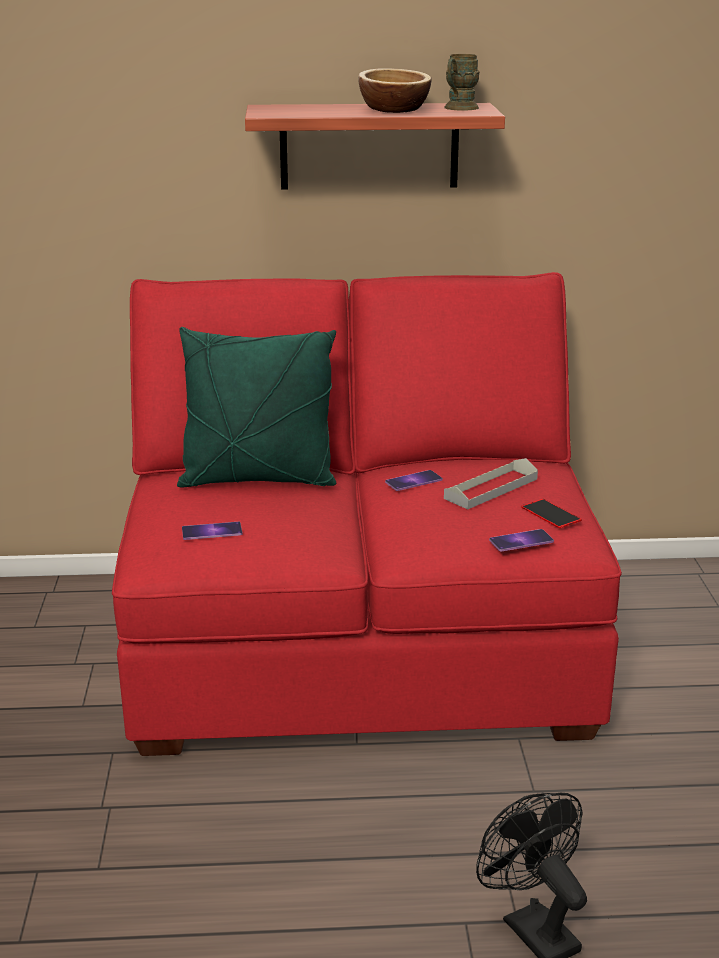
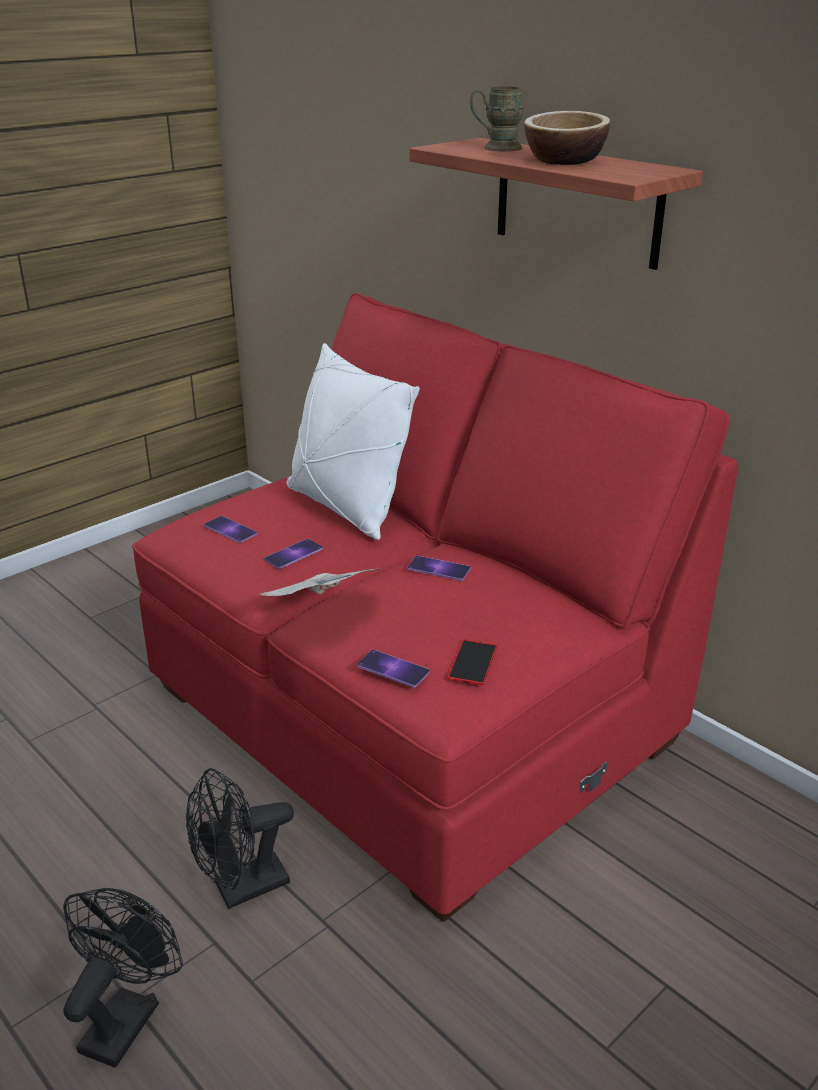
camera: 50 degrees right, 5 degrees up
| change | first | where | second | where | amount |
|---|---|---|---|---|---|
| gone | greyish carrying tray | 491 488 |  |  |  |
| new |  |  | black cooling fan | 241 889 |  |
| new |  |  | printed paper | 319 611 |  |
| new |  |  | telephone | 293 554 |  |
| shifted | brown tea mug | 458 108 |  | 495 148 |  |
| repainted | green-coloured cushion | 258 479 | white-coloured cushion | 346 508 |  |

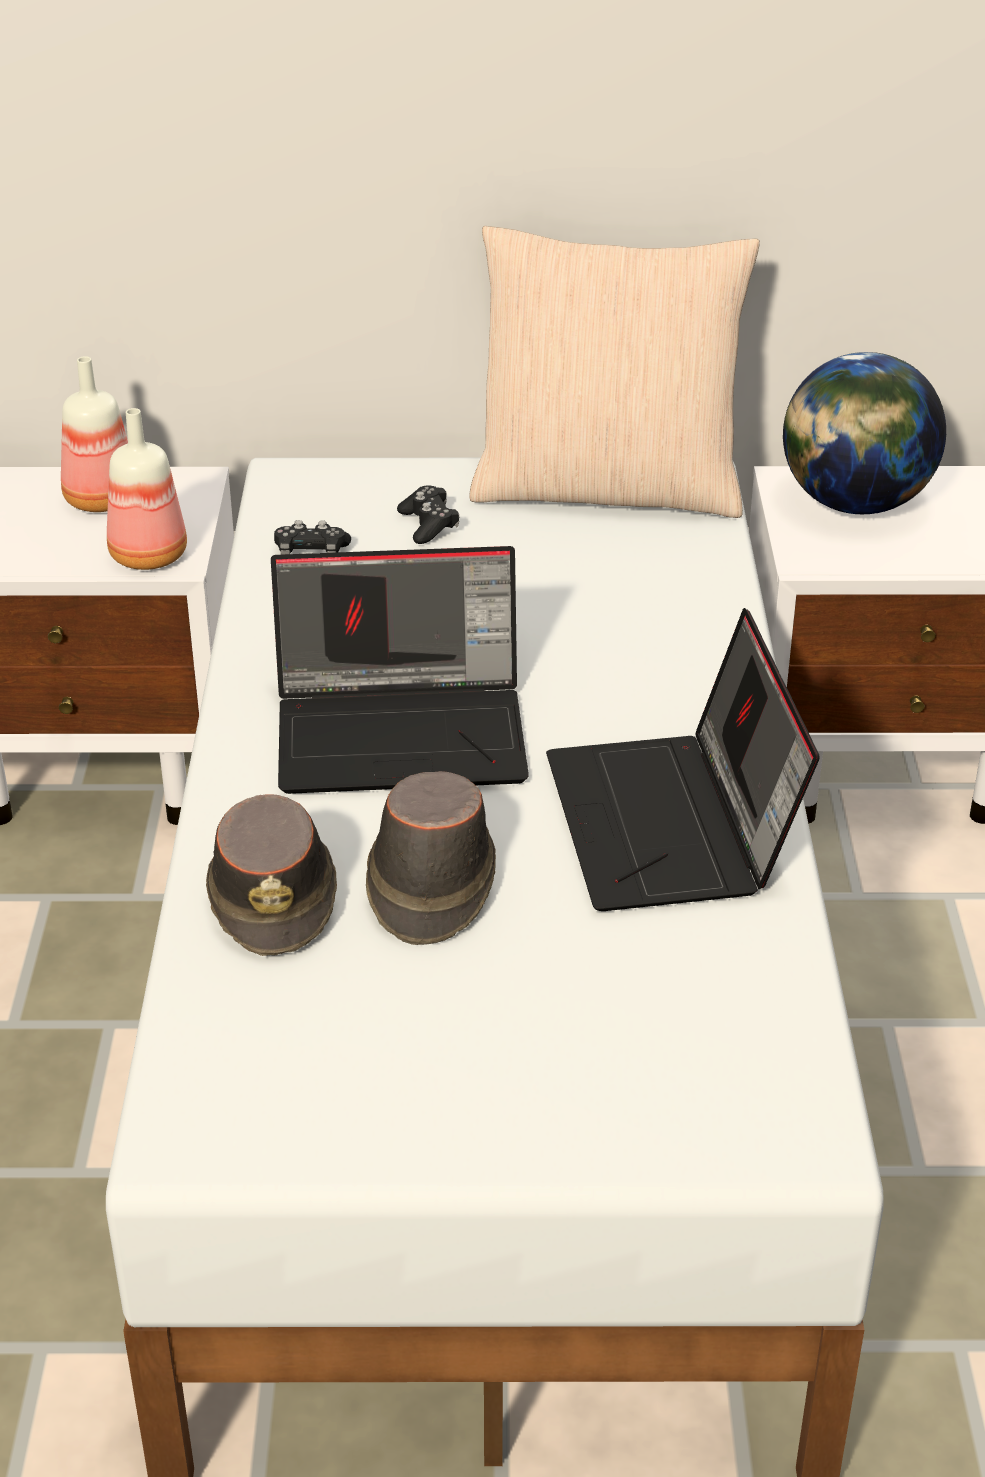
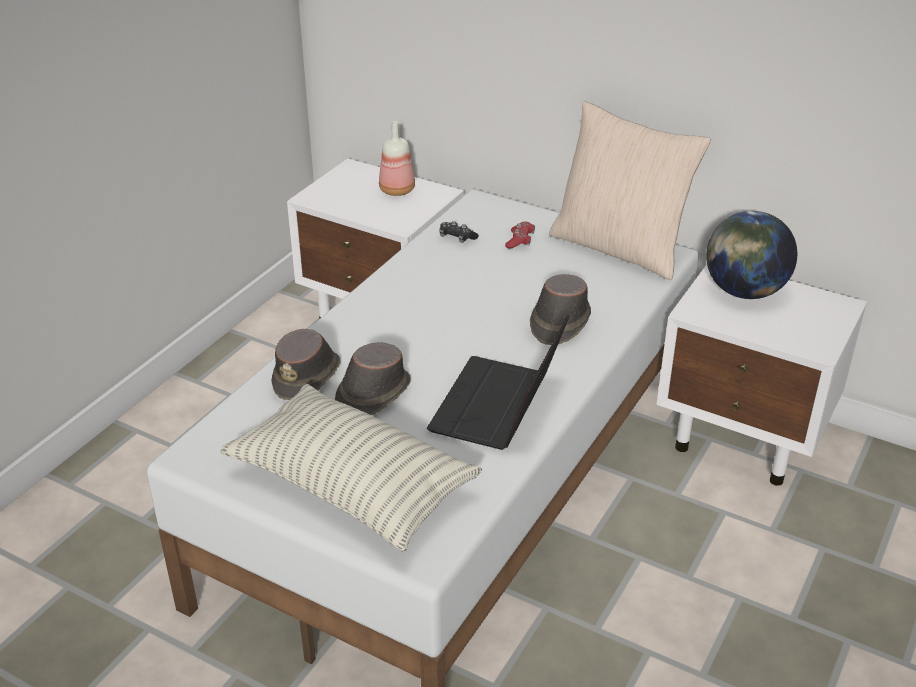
camera: 30 degrees right, 0 degrees up
| change | first | where | second | where | amount |
|---|---|---|---|---|---|
| gone | bottle | 147 558 |  |  |  |
| gone | notebook computer | 404 731 |  |  |  |
| new |  |  | cushion | 352 486 |  |
| new |  |  | brown hat | 559 323 |  |
| repainted | black gamepad | 429 525 | reddish gamepad | 520 241 |  |

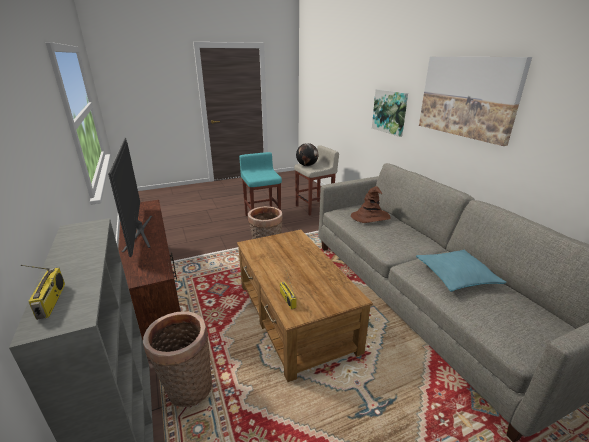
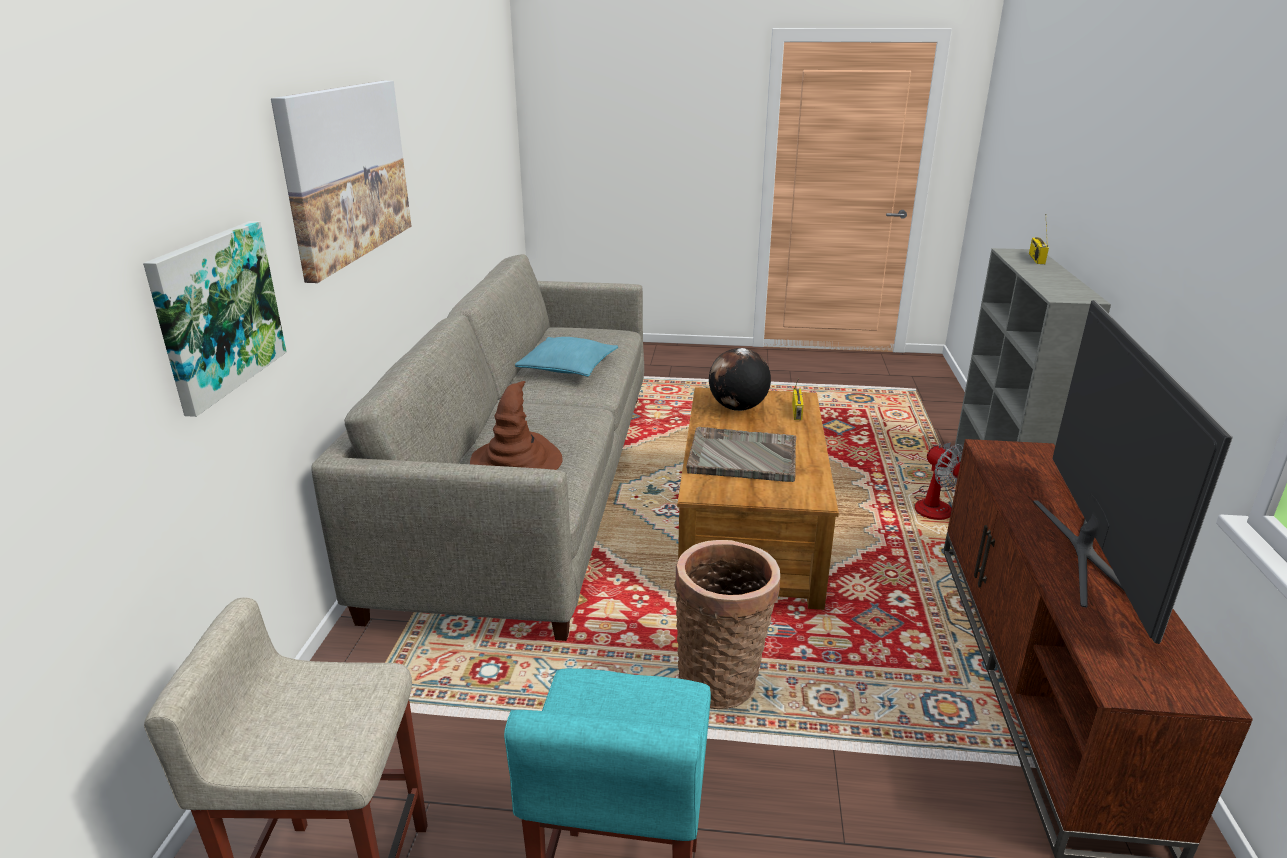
camera: 150 degrees left, 0 degrees up
| change | first | where | second | where | amount |
|---|---|---|---|---|---|
| new |  |  | greyish carrying tray | 741 456 |  |
| shifted | globe | 307 165 |  | 737 408 |  |
| swapped | household basket | 187 389 | cooling fan | 935 504 |  |

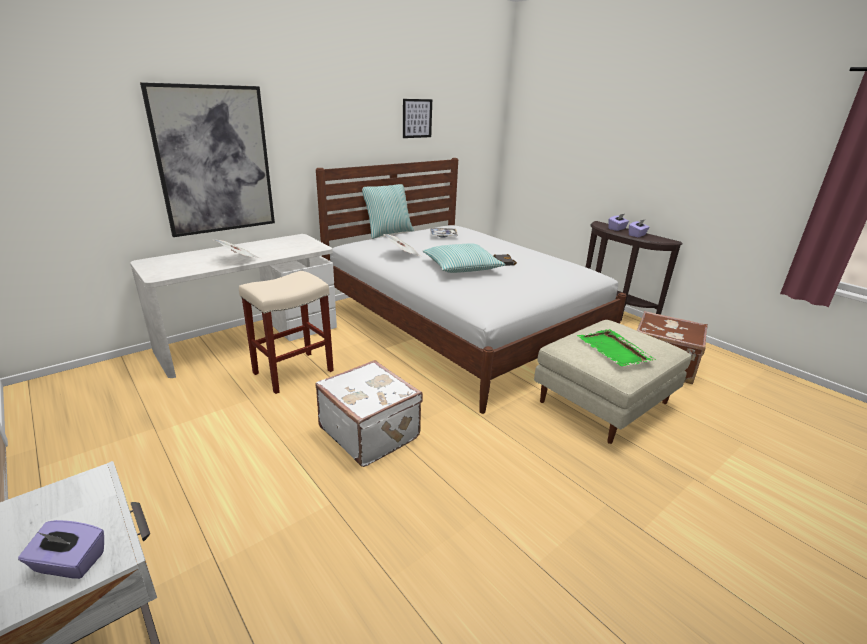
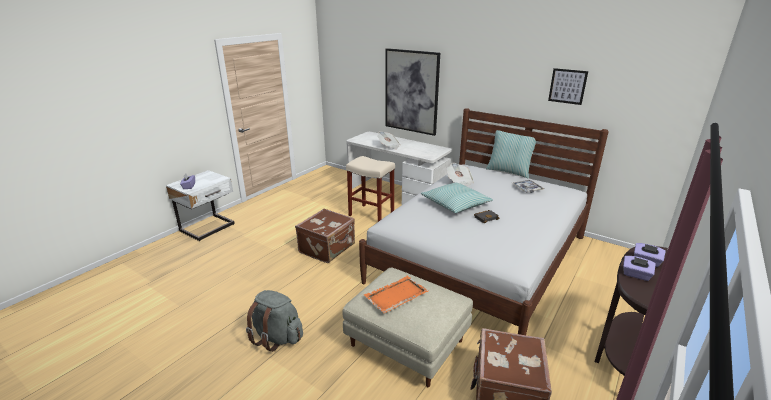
camera: 75 degrees right, 0 degrees up
| change | first | where | second | where | amount |
|---|---|---|---|---|---|
| new |  |  | greyish rucksack | 277 337 |  |
| repainted | white-coloured travel case | 370 432 | brown travel case | 328 248 |  |
| repainted | green-coloured carrying tray | 614 350 | orange-coloured carrying tray | 395 295 |  |

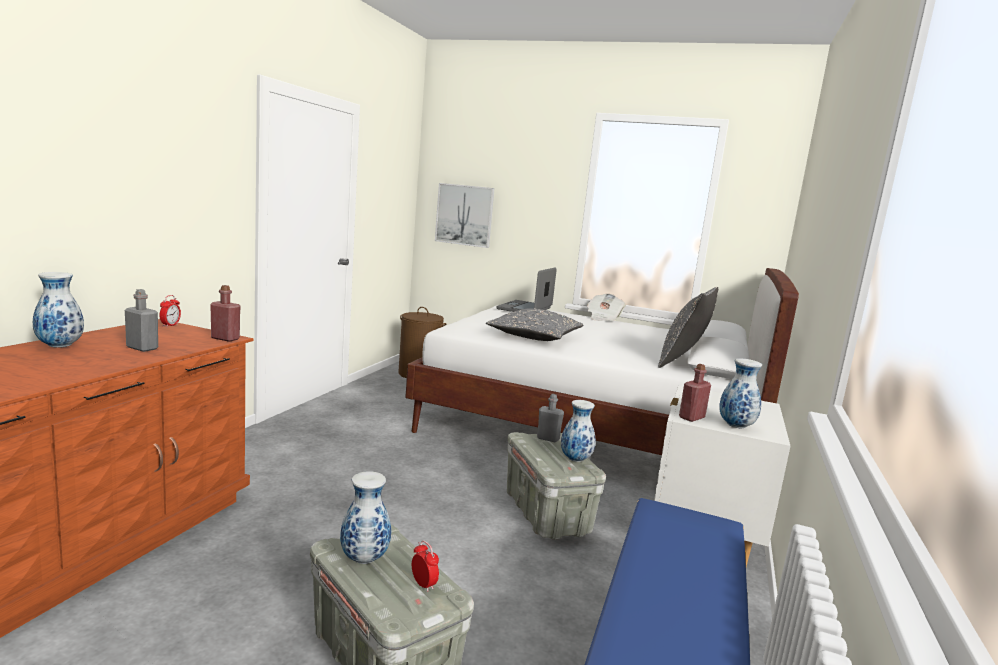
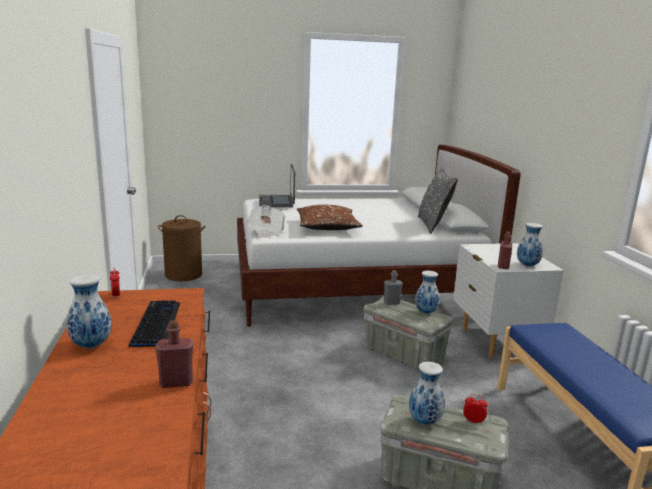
camera: 30 degrees left, 5 degrees up
| change | first | where | second | where | amount |
|---|---|---|---|---|---|
| gone | wall art | 464 215 |  |  |  |
| shifted | reddish bottle | 225 338 |  | 176 382 |  |
| shifted | printed paper | 603 318 |  | 266 232 |  |
| swapped | greyish bottle | 142 348 | computer keyboard | 156 324 |  |
| repainted | greyish cushion | 535 337 | brown cushion | 327 227 |  |

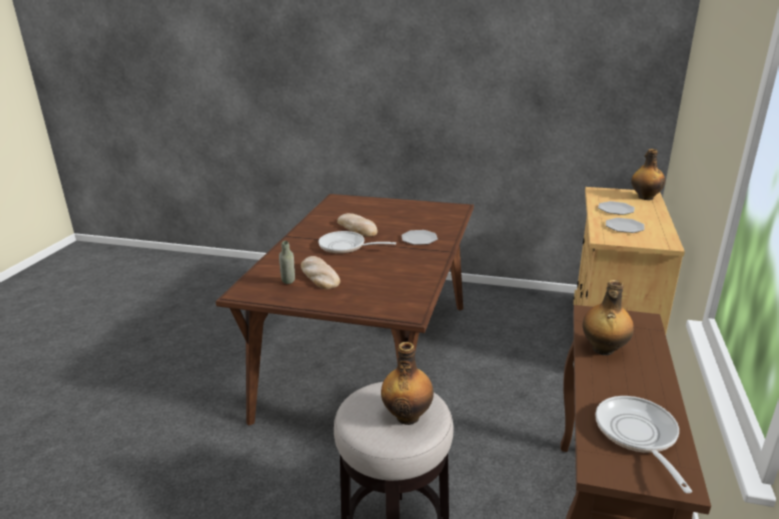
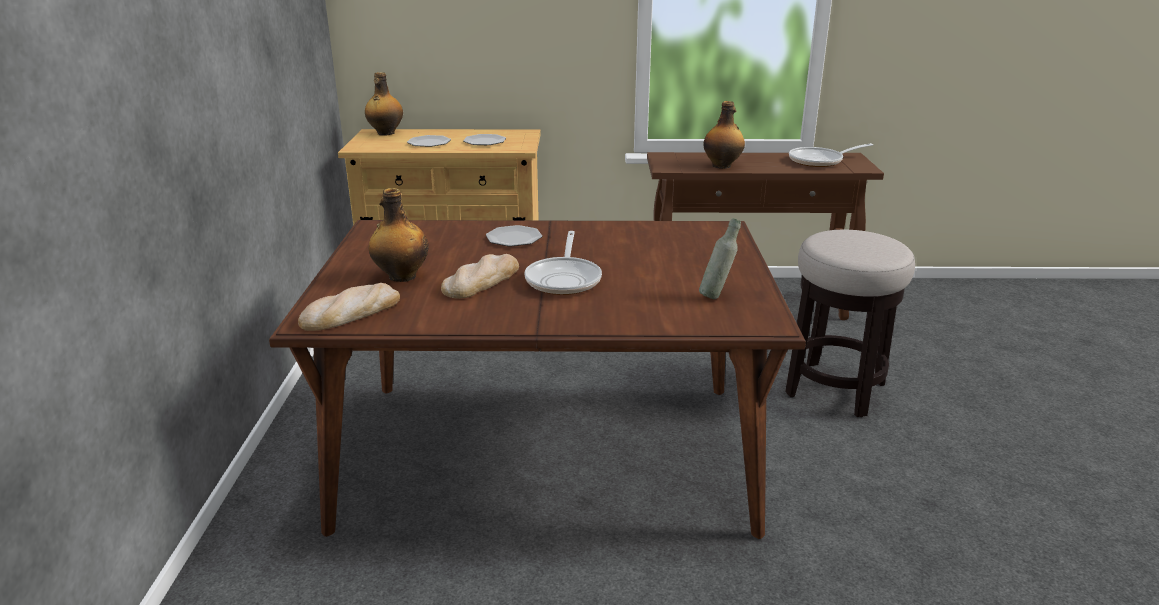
camera: 105 degrees left, 0 degrees up
| change | first | where | second | where | amount |
|---|---|---|---|---|---|
| shifted | bread | 319 276 |  | 351 313 |  |
| shifted | bottle | 407 416 |  | 401 277 |  |

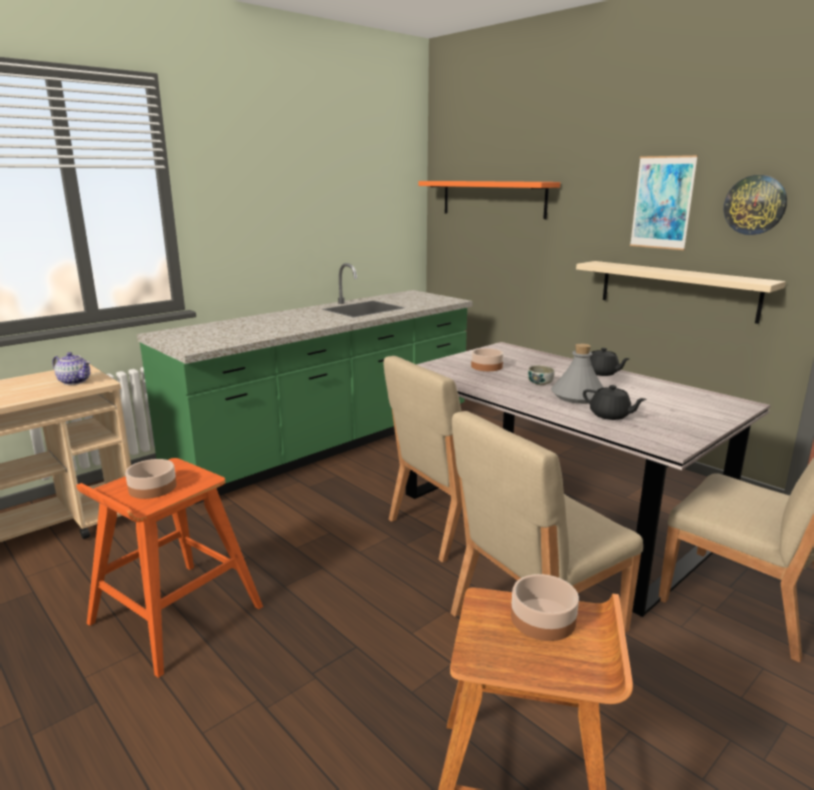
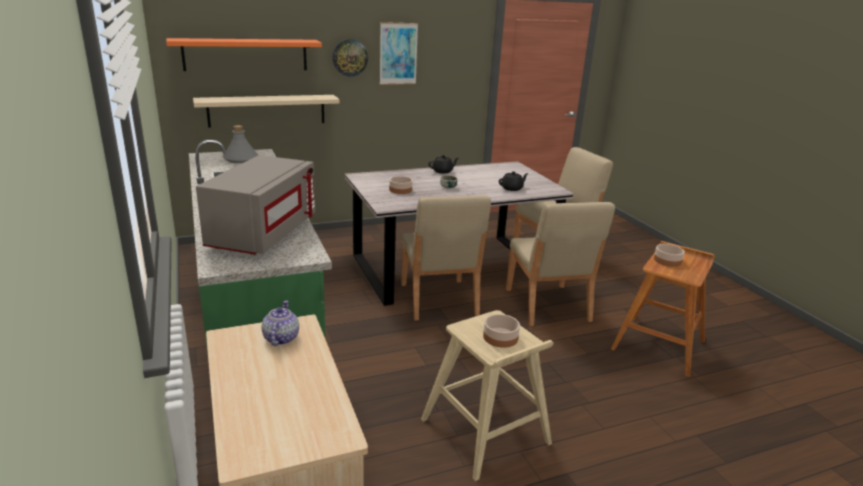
camera: 70 degrees left, 5 degrees up
| change | first | where | second | where | amount |
|---|---|---|---|---|---|
| new |  |  | greyish kitchen microwave | 262 233 |  |
| shifted | greyish bottle | 577 396 |  | 240 159 |  |
| shifted | sand-coloured bracket shelf | 677 290 |  | 267 110 |  |
| shifted | clock on the wall | 755 205 |  | 350 57 |  |
| repainted | orange-coloured stool | 174 615 | sand-coloured stool | 485 432 |  |
| rotated | pot for tea | 74 381 |  | 280 338 | 45 degrees counterclockwise |

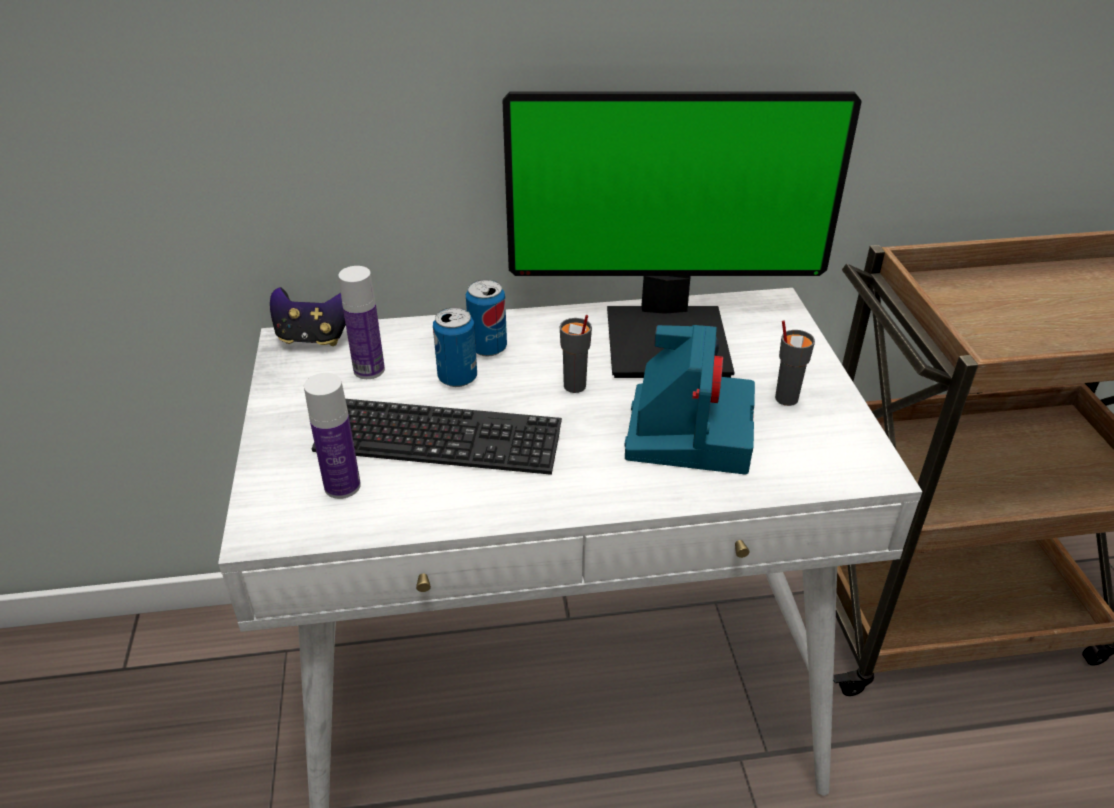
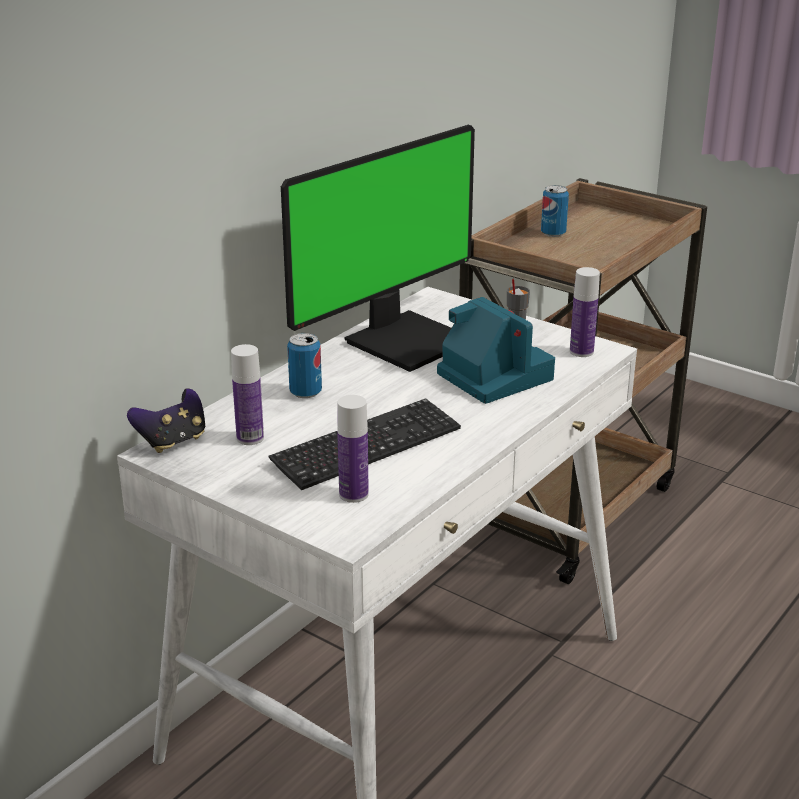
camera: 45 degrees left, 10 degrees down
| change | first | where | second | where | amount |
|---|---|---|---|---|---|
| gone | greyish cup | 574 386 |  |  |  |
| new |  |  | bottle | 581 352 |  |
| shifted | sealed can | 457 378 |  | 553 233 |  |

